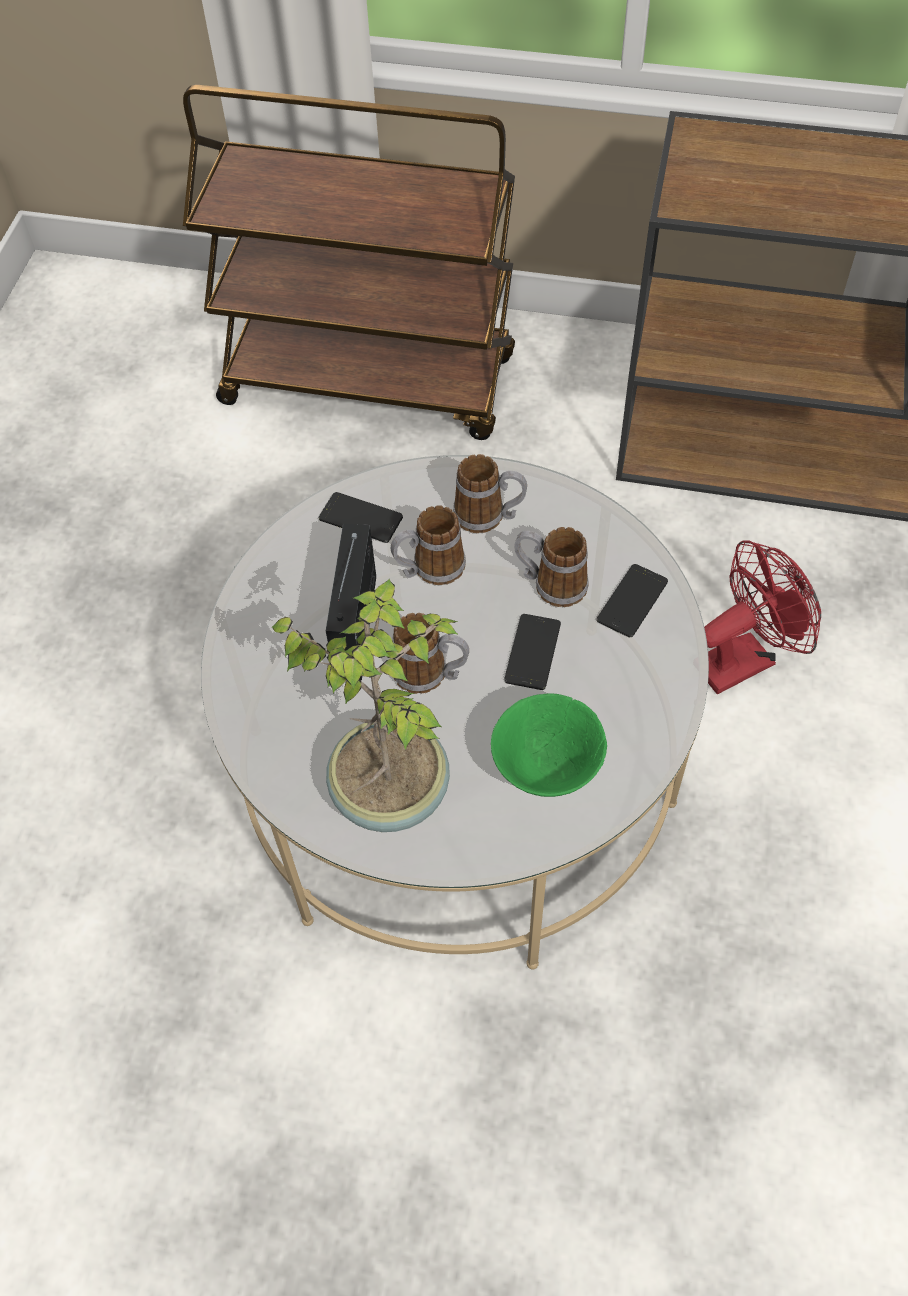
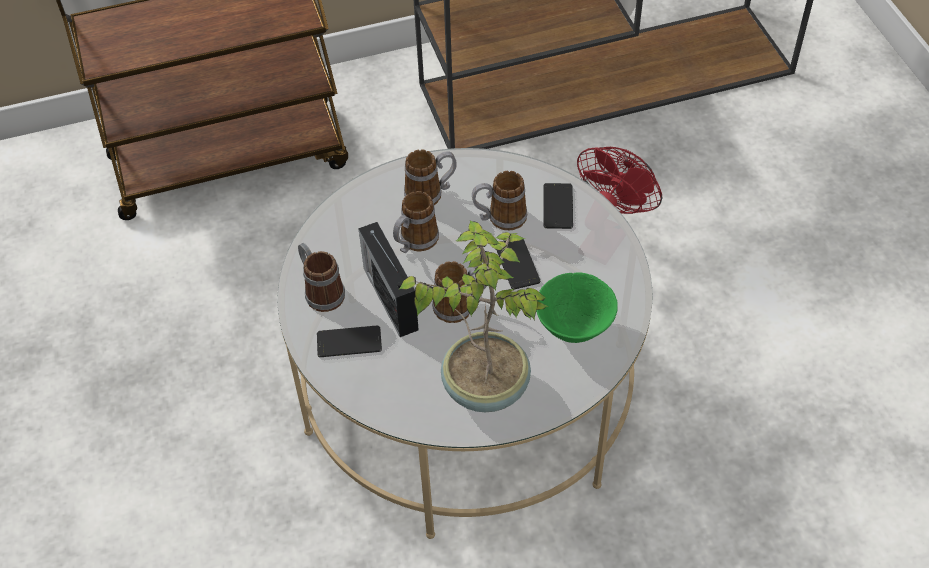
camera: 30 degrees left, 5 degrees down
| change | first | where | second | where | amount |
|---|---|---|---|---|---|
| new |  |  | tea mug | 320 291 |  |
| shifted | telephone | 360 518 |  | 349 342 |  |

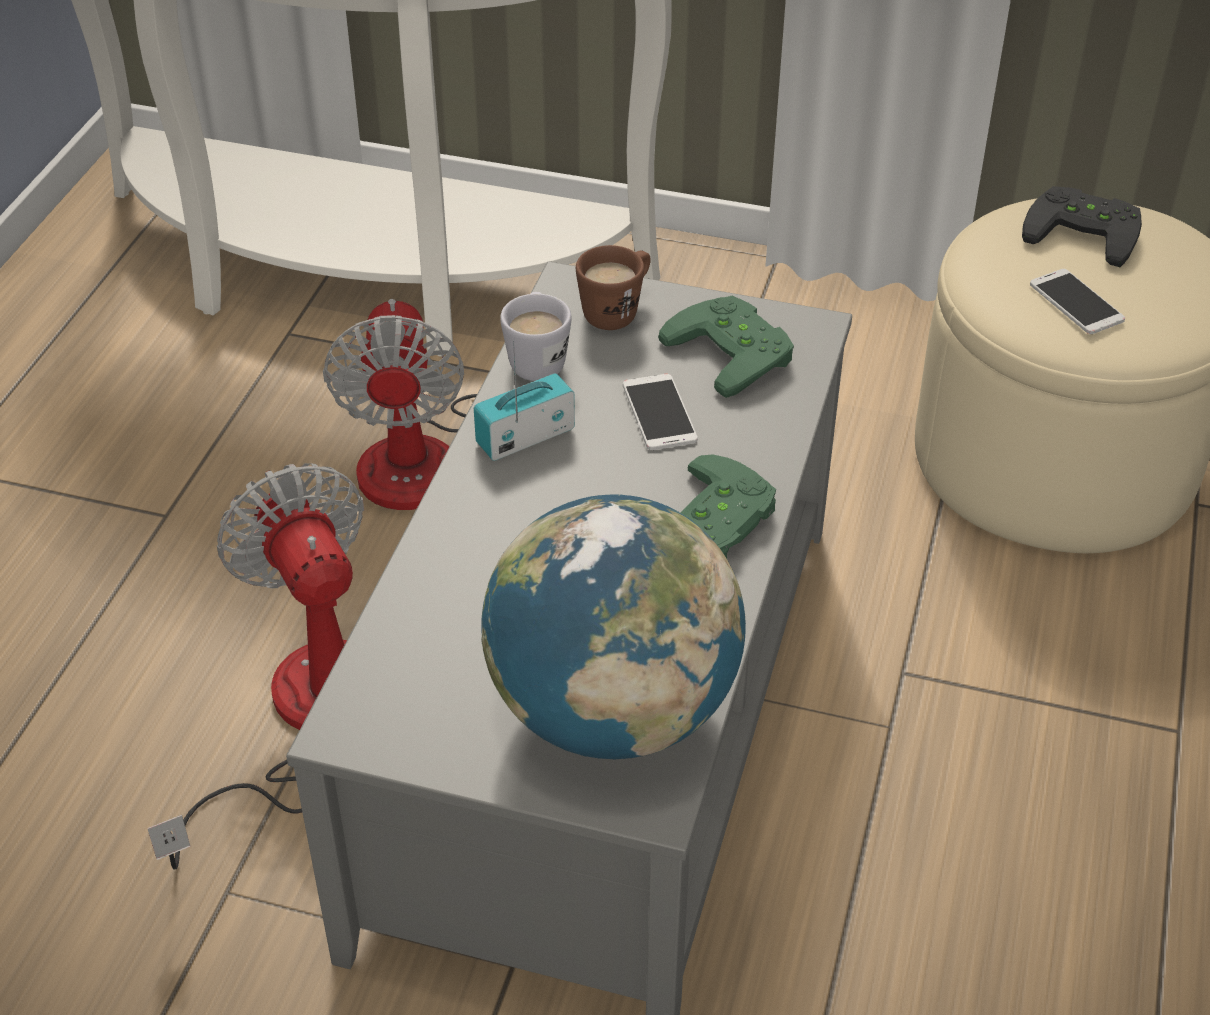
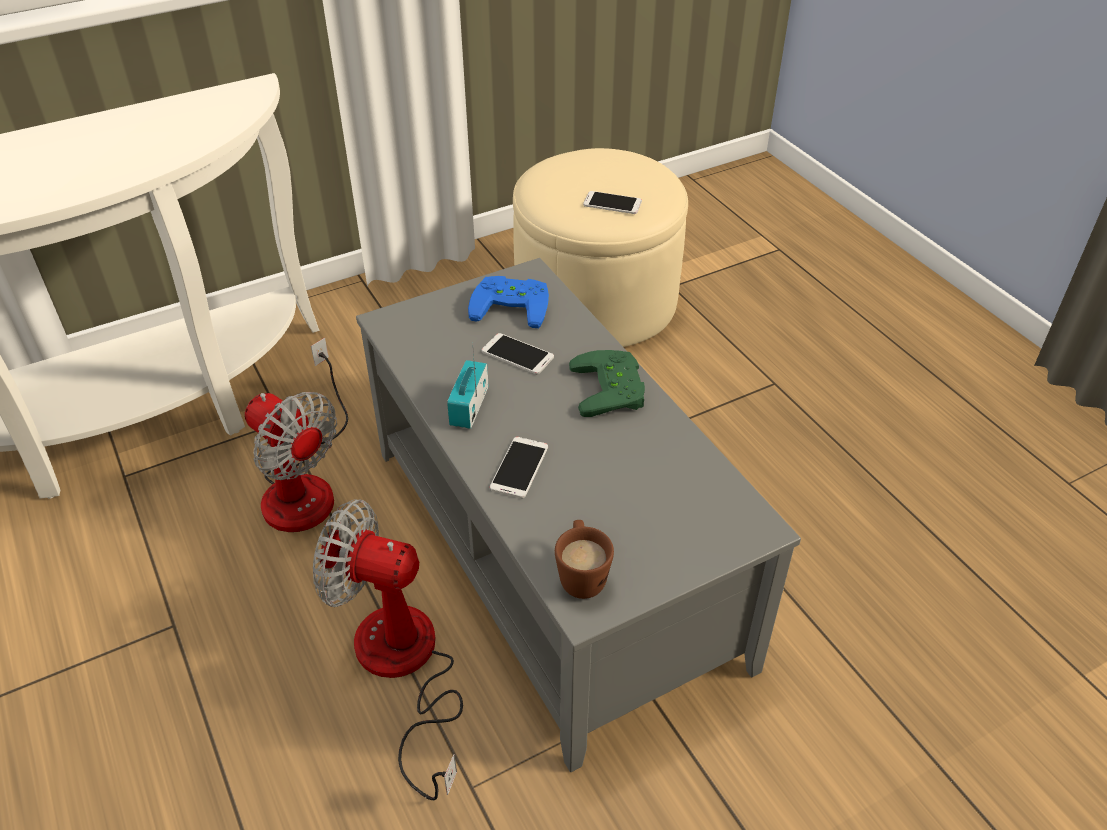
camera: 45 degrees left, 0 degrees up
| change | first | where | second | where | amount |
|---|---|---|---|---|---|
| gone | globe | 613 711 |  |  |  |
| gone | white-coloured tea mug | 537 359 |  |  |  |
| gone | black gamepad | 1085 230 |  |  |  |
| new |  |  | telephone | 519 467 |  |
| shifted | brown tea mug | 618 311 |  | 581 574 |  |
| repainted | green-coloured gamepad | 736 351 | blue-coloured gamepad | 512 304 |  |

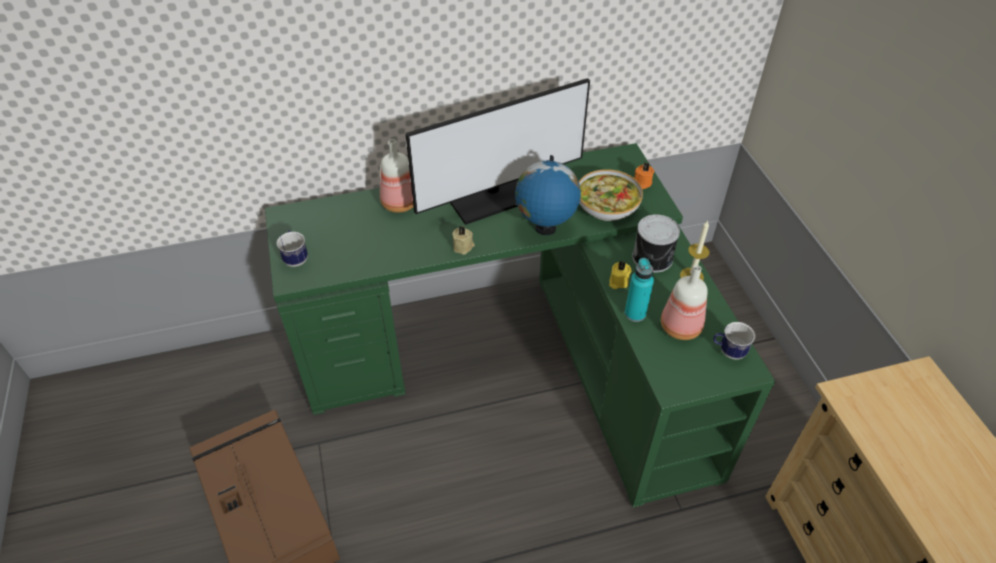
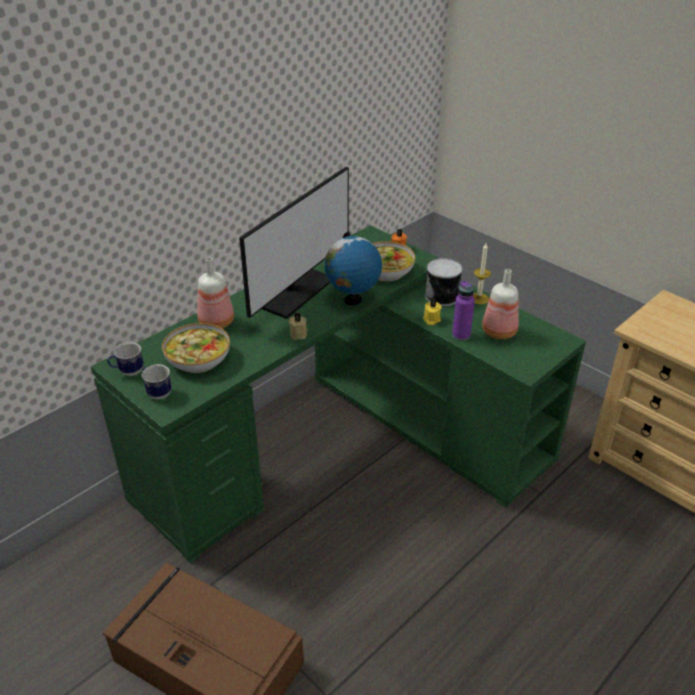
camera: 30 degrees left, 10 degrees down
| change | first | where | second | where | amount |
|---|---|---|---|---|---|
| new |  |  | bowl | 198 359 |  |
| shifted | tea mug | 728 351 |  | 128 372 |  |
| repainted | blue-green bottle | 635 313 | purplish bottle | 461 335 |  |

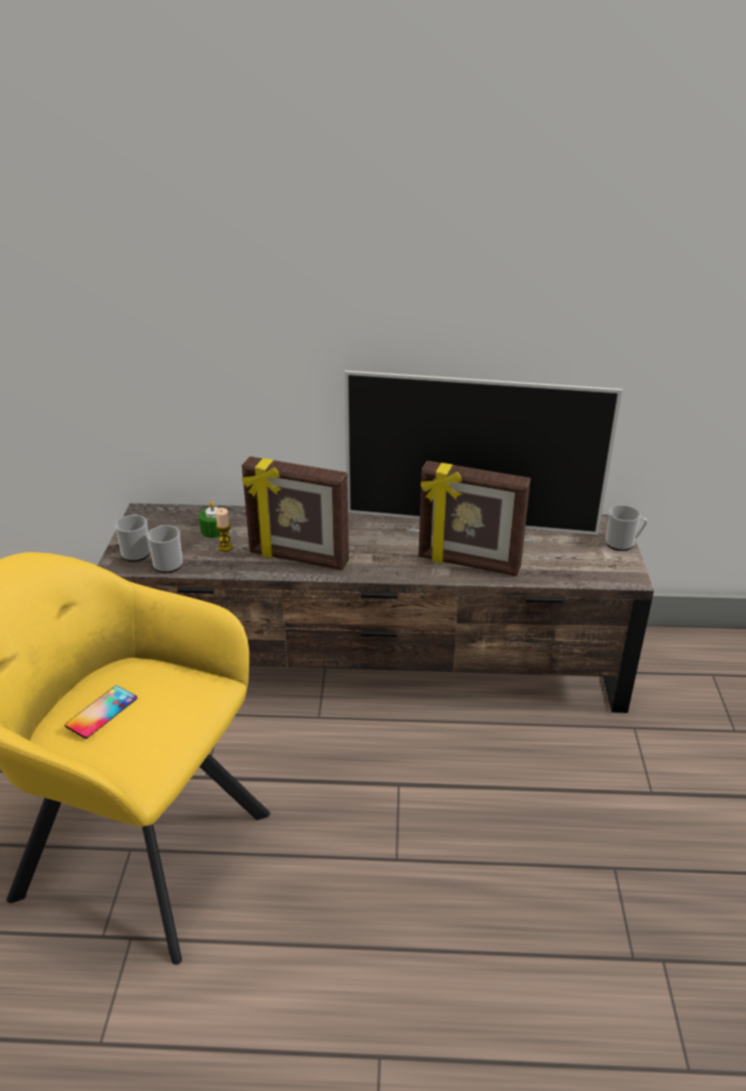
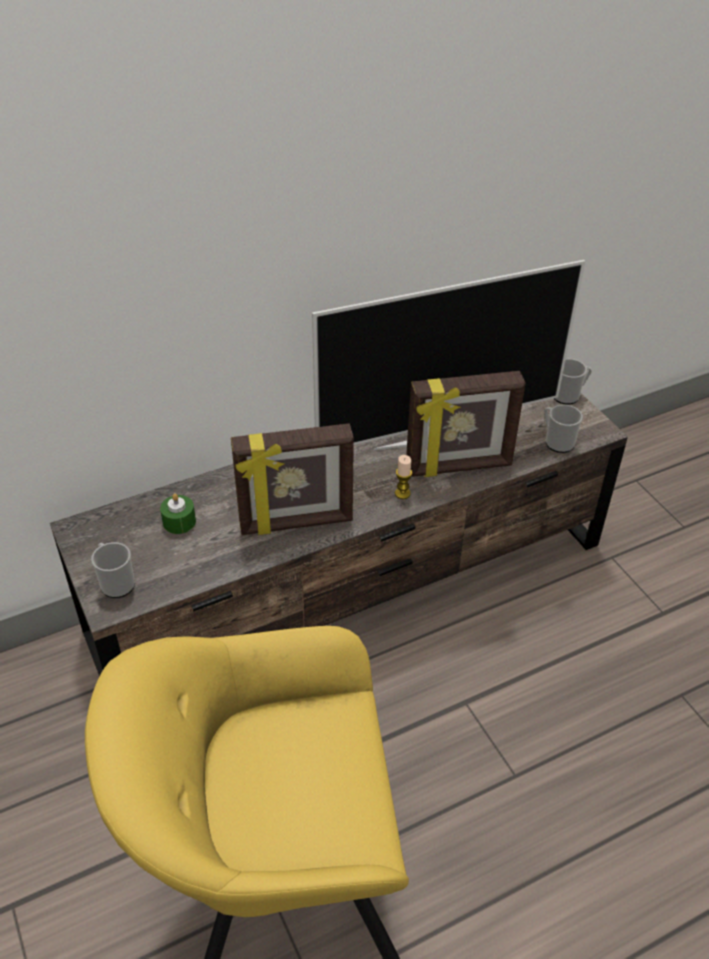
camera: 30 degrees left, 10 degrees up
| change | first | where | second | where | amount |
|---|---|---|---|---|---|
| gone | telephone | 101 712 |  |  |  |
| shifted | tea mug | 167 562 |  | 557 441 |  |
| shifted | candle | 225 547 |  | 402 493 |  |

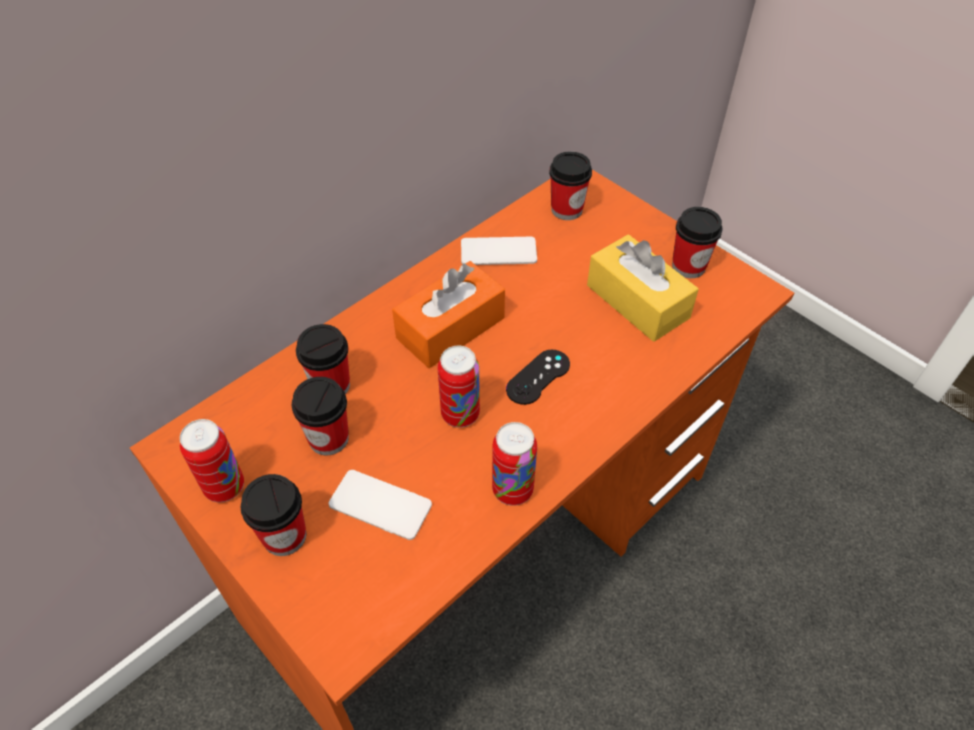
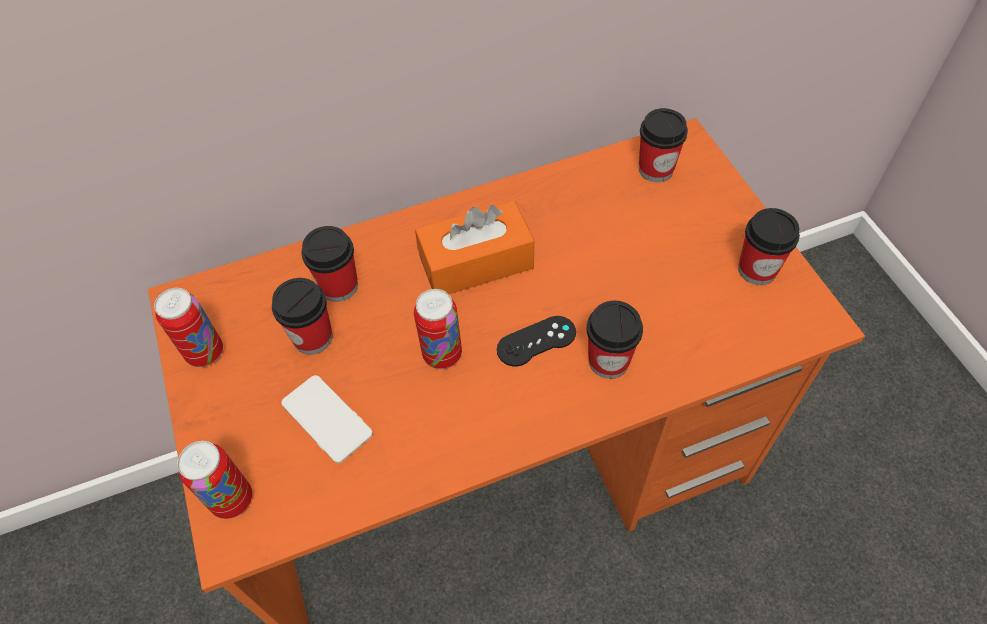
camera: 25 degrees right, 5 degrees up
| change | first | where | second | where | amount |
|---|---|---|---|---|---|
| gone | telephone | 498 252 |  |  |  |
| gone | yellow box of tissues | 637 301 |  |  |  |
| shifted | cup | 284 536 |  | 608 361 |  |
| shifted | sealed can | 512 490 |  | 232 499 |  |

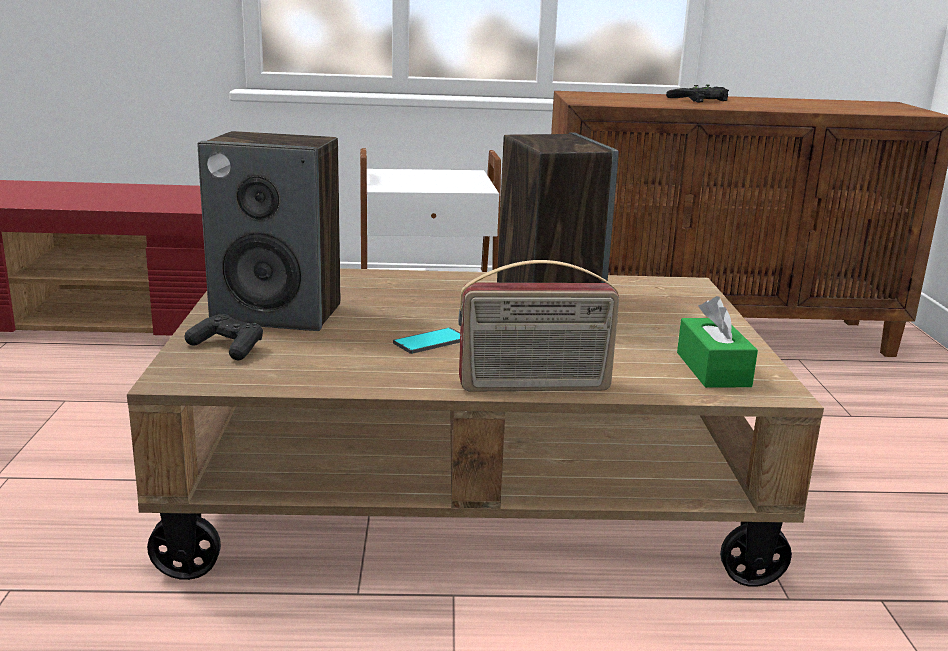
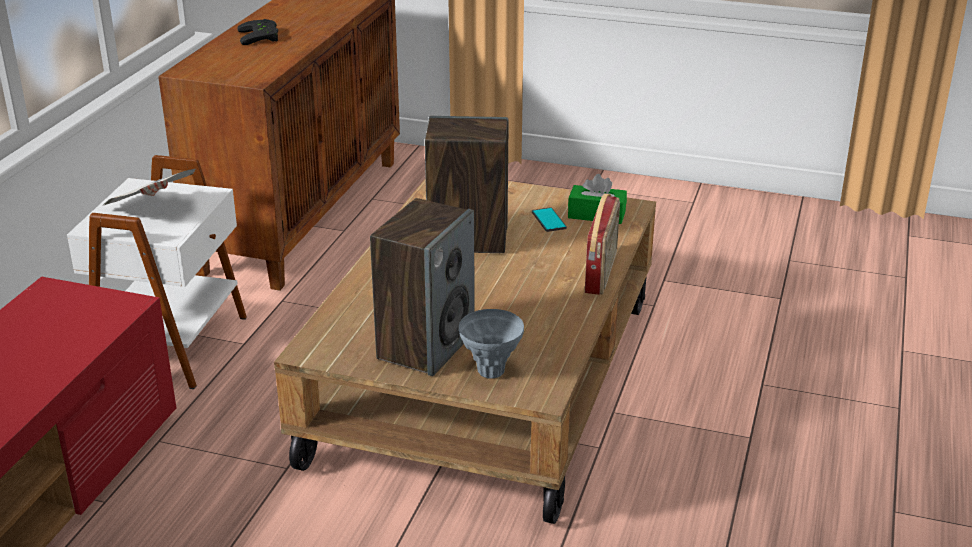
camera: 70 degrees left, 10 degrees up
| change | first | where | second | where | amount |
|---|---|---|---|---|---|
| new |  |  | printed paper | 152 211 |  |
| shifted | telephone | 430 342 |  | 548 220 |  |
| swapped | black gamepad | 227 347 | greyish vase | 491 372 |  |

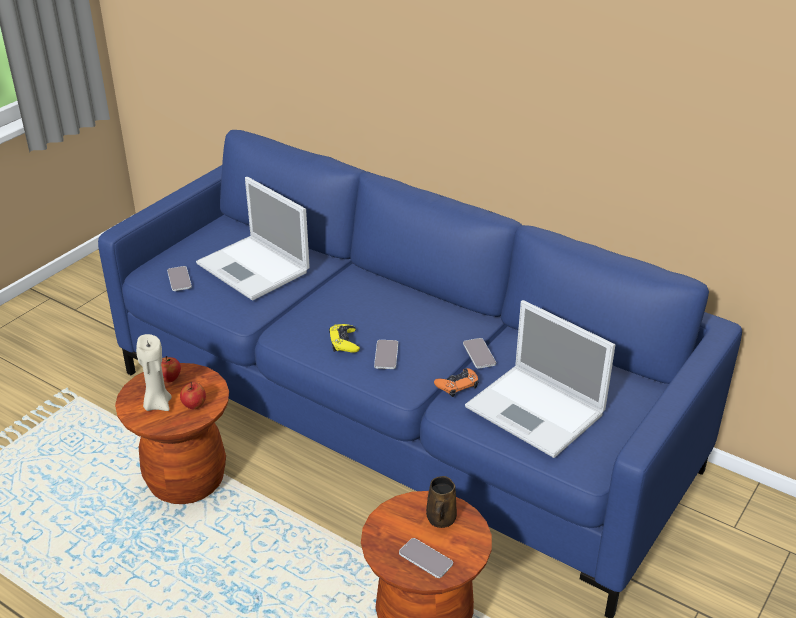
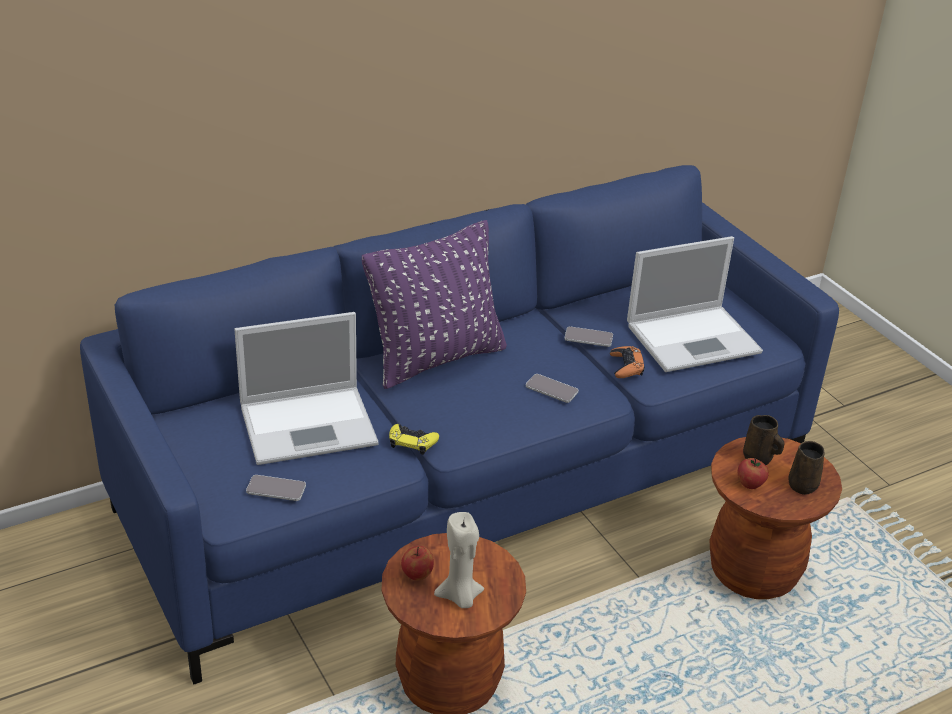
camera: 65 degrees left, 0 degrees up
| change | first | where | second | where | amount |
|---|---|---|---|---|---|
| new |  |  | purplish cushion | 436 358 |  |
| shifted | apple fruit | 194 405 |  | 750 484 |  |
| shifted | yellow gamepad | 344 342 |  | 412 442 |  |
| swapped | telephone | 425 559 | brown tea mug | 803 484 |  |

